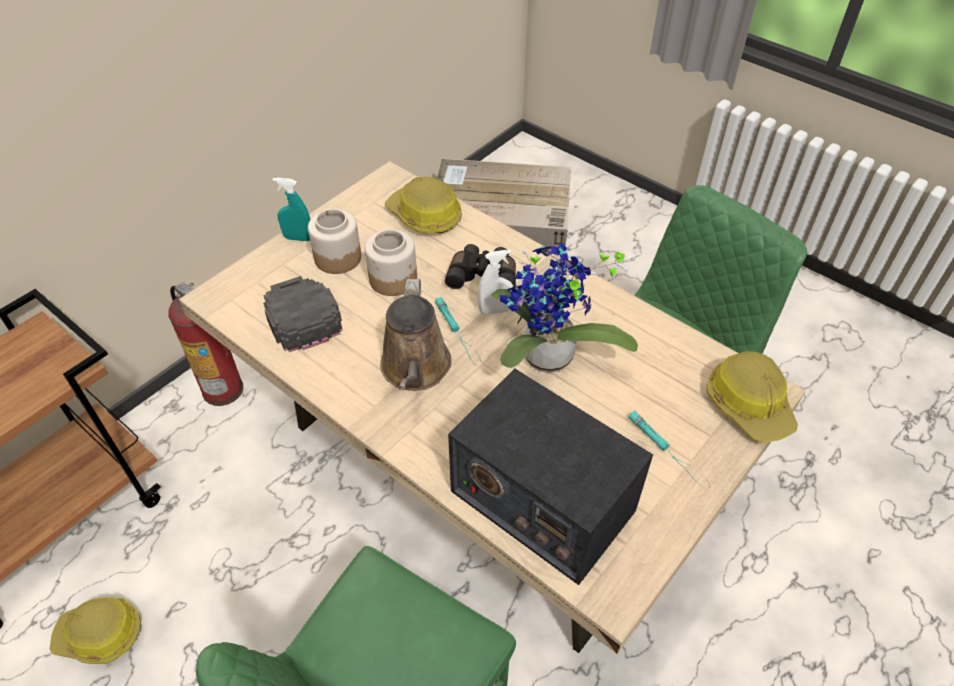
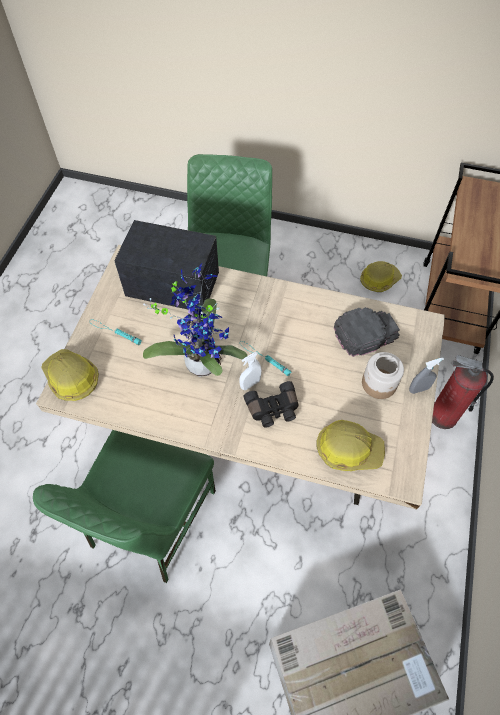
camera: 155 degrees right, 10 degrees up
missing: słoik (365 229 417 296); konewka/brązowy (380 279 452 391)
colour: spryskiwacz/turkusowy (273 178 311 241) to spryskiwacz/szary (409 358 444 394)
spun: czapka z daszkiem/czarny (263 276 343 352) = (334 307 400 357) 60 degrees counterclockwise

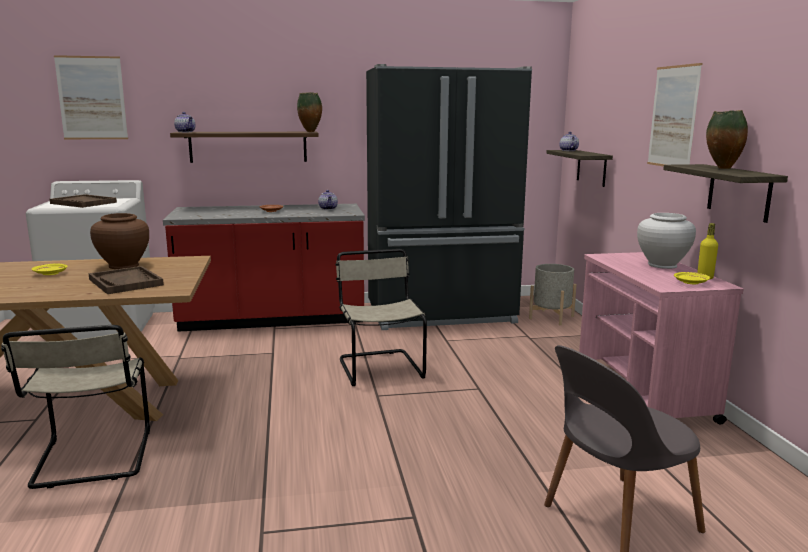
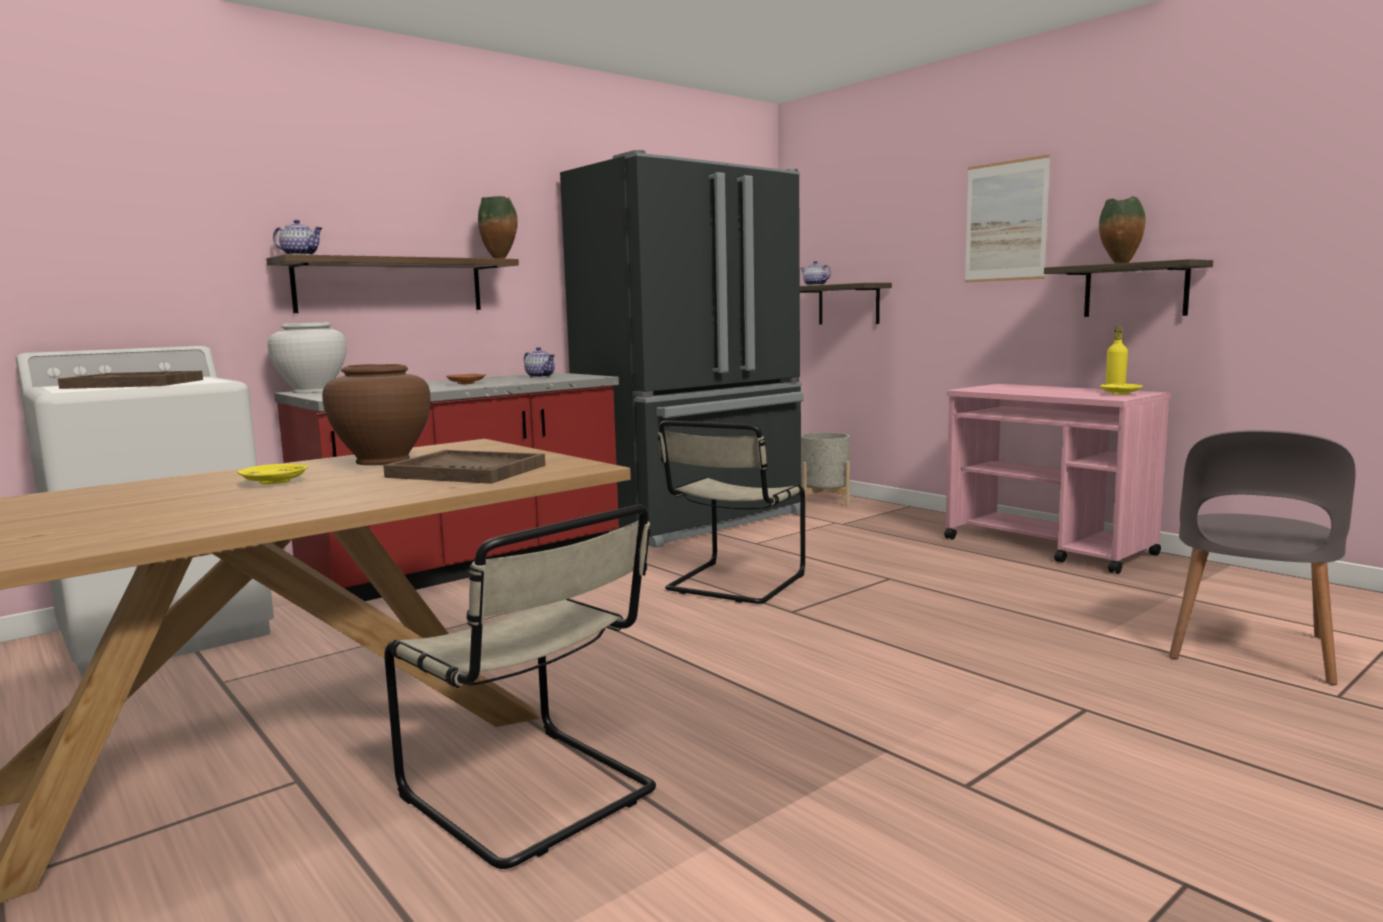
camera: 30 degrees left, 5 degrees down
missing: obraz (54 55 128 139)
relocated: wazon/biały (637 213 696 269) to (268 322 347 393)
spun: krzesło/beżowy (335 249 427 386) = (658 421 805 604) 105 degrees counterclockwise

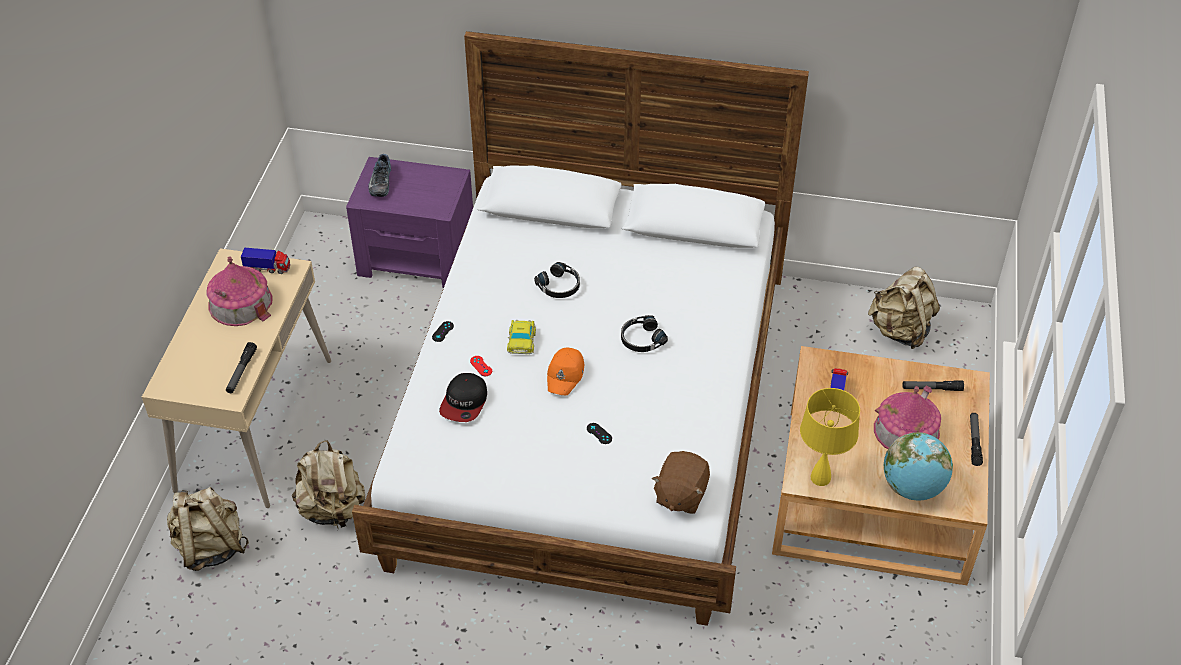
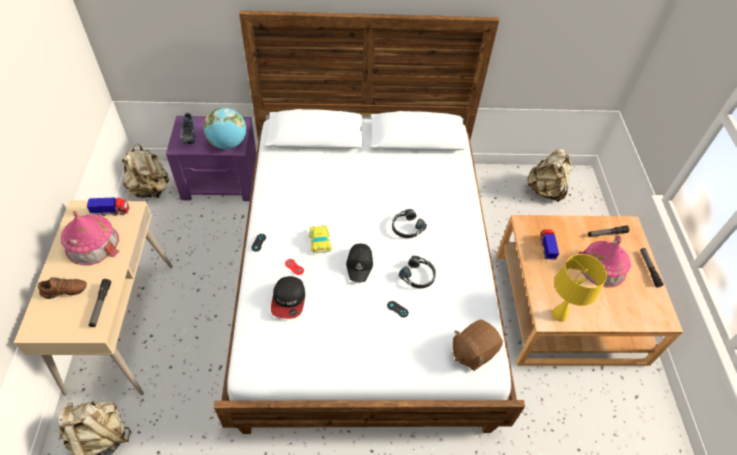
camera: 15 degrees left, 5 degrees up
appeared: but/brązowy (37 276 87 299)
relocated: plecak/beżowy (292 440 365 528) to (122 144 169 198); słuchawki/czarny (534 262 580 298) to (399 256 436 288); globus (884 432 953 500) to (204 107 247 149)
colour: czapka z daszkiem/pomarańczowy (547 348 584 395) to czapka z daszkiem/czarny (346 243 373 282)
spun: pluszak/brązowy (652 451 710 514) = (452 320 503 371) 45 degrees clockwise

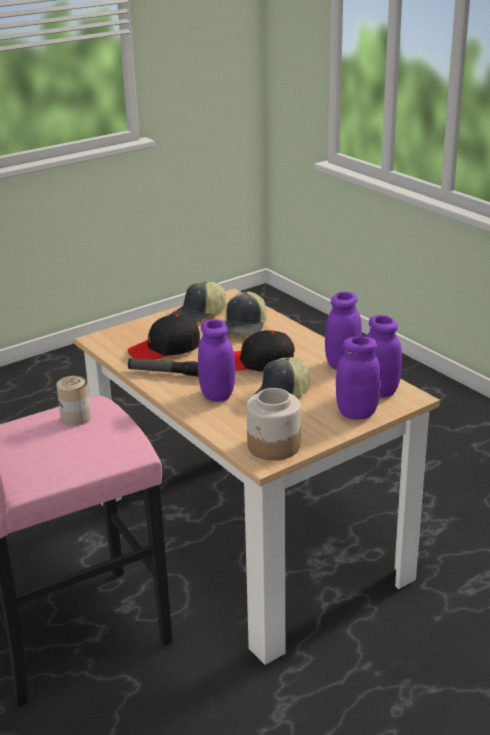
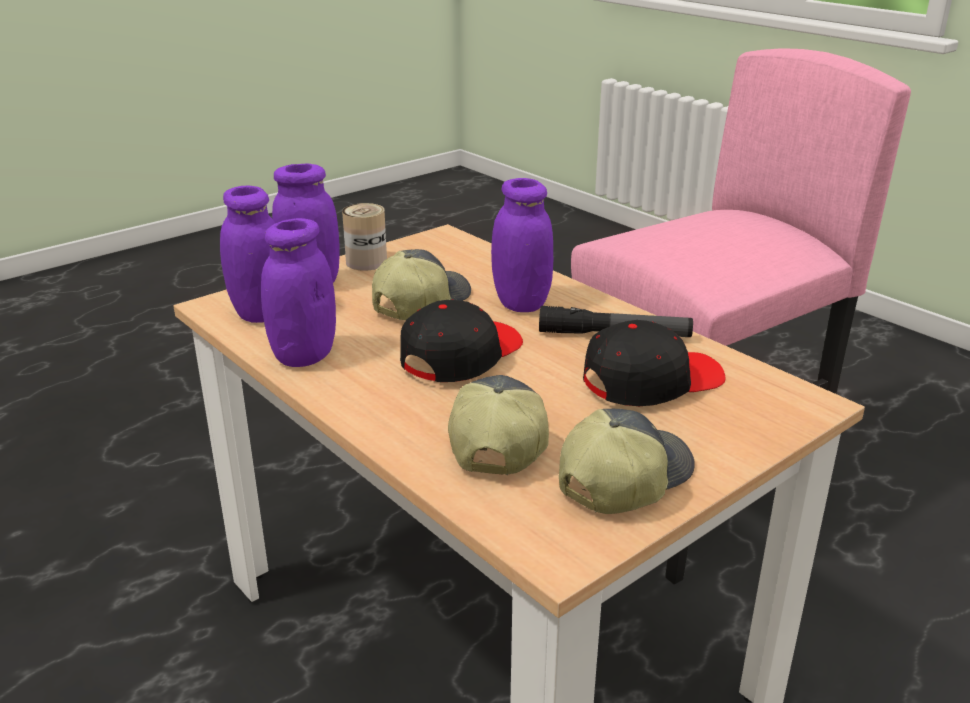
camera: 175 degrees right, 0 degrees up
missing: słoik (246 388 301 460)
relocated: puszka (56 376 91 426) to (342 203 387 271)
spun: czapka z daszkiem/czarny (234 330 295 372) = (400 300 523 382) 60 degrees counterclockwise

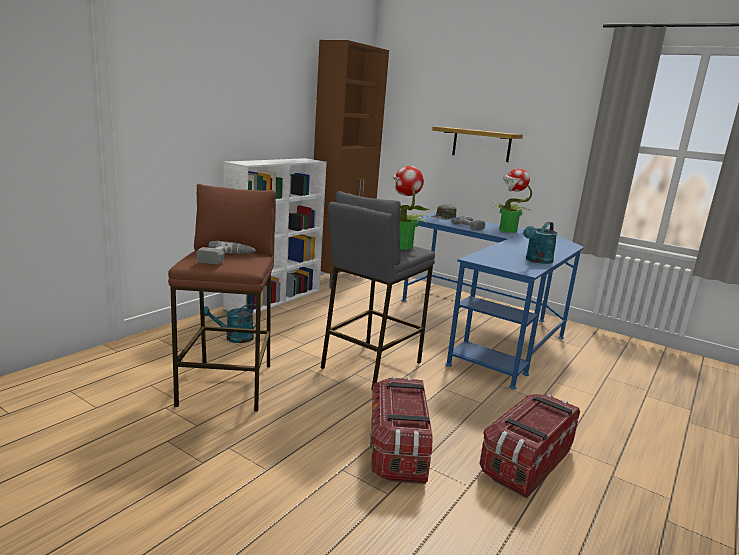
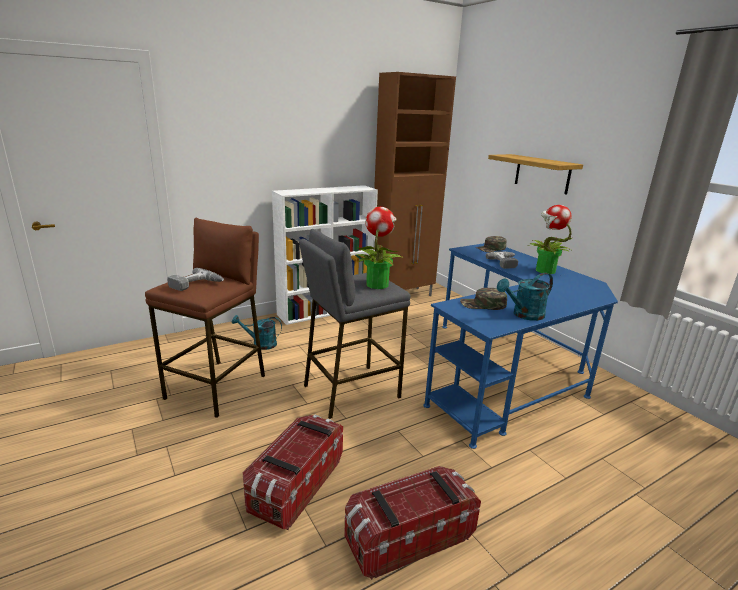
camera: 25 degrees right, 5 degrees up
appeared: czapka z daszkiem/zielony (460 288 507 310)

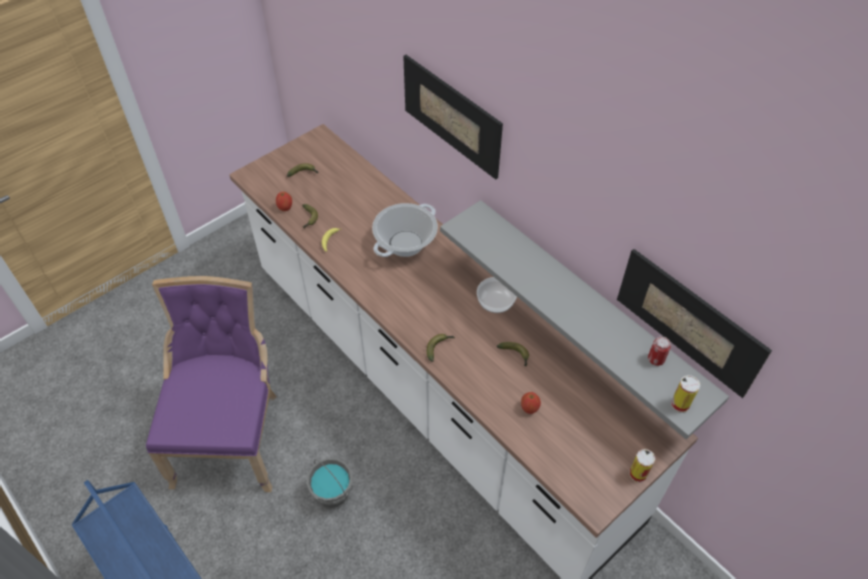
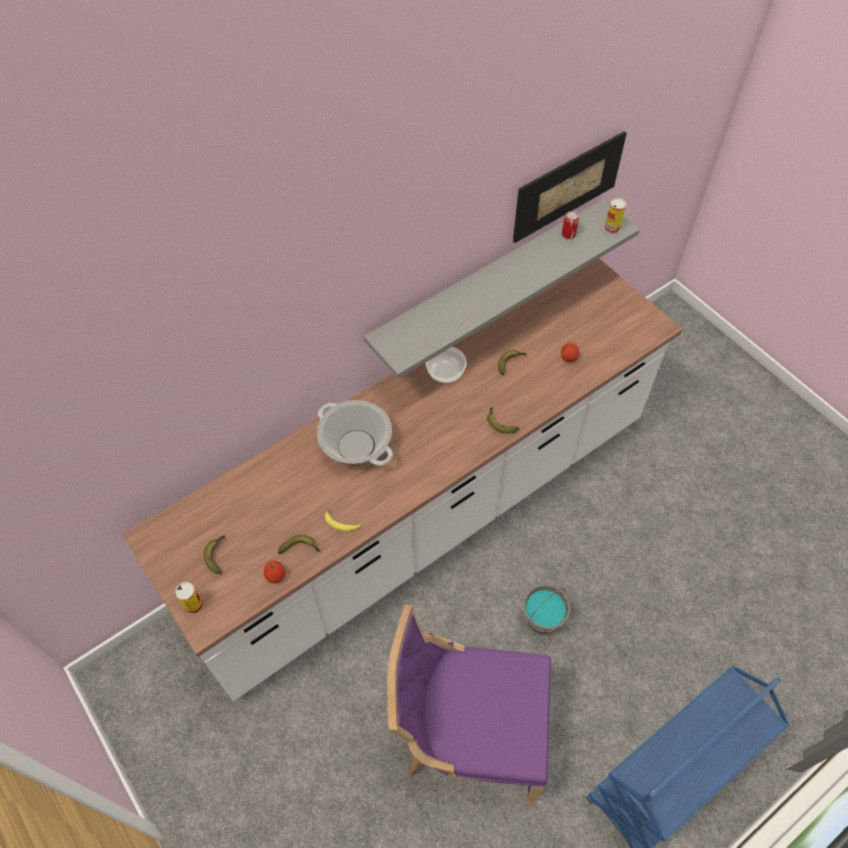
camera: 85 degrees left, 5 degrees up
missing: obraz (403 55 503 179)
relocated: puszka (629 449 655 483) to (175 582 203 614)

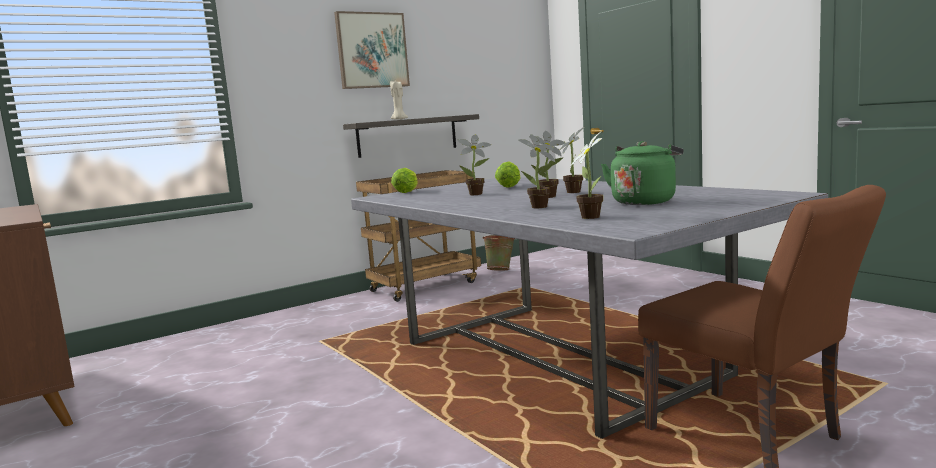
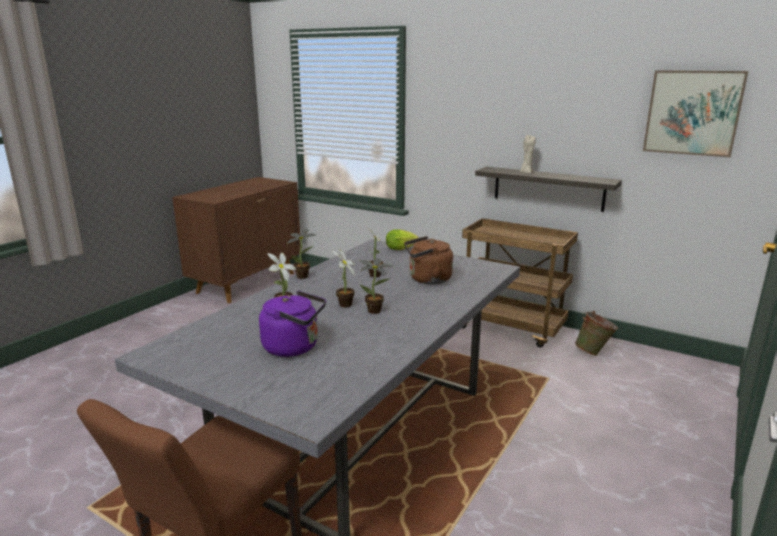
camera: 65 degrees right, 10 degrees up
relocated: obraz (334 11 410 89) to (643 70 748 157); roślina doniczkowa (570 132 603 219) to (287 229 316 279)
exchanged: sałata (495 161 520 188) to czajnik/brązowy (404 236 453 284)
colour: czajnik/zielony (601 141 684 205) to czajnik/fioletowy (259 291 326 357)

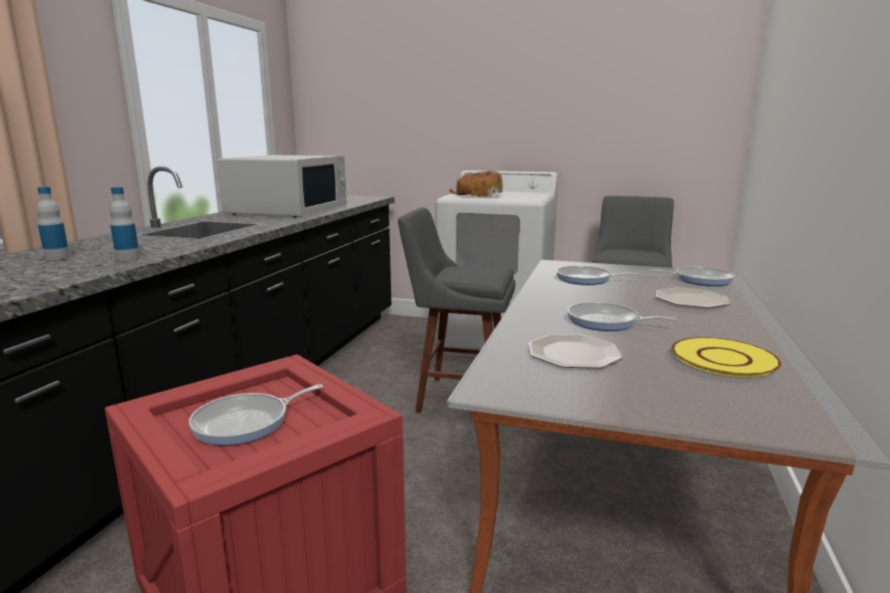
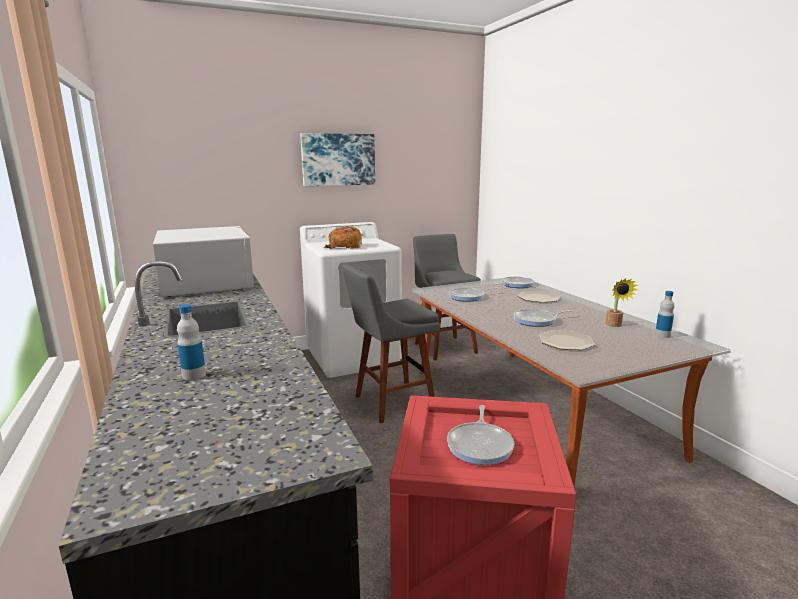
camera: 40 degrees left, 0 degrees up
appeared: obraz (300 133 375 186)
relocated: butelka (109 187 140 261) to (655 291 674 338)
exchanged: talerz/żółty (672 337 781 378) to roślina doniczkowa (605 278 638 327)

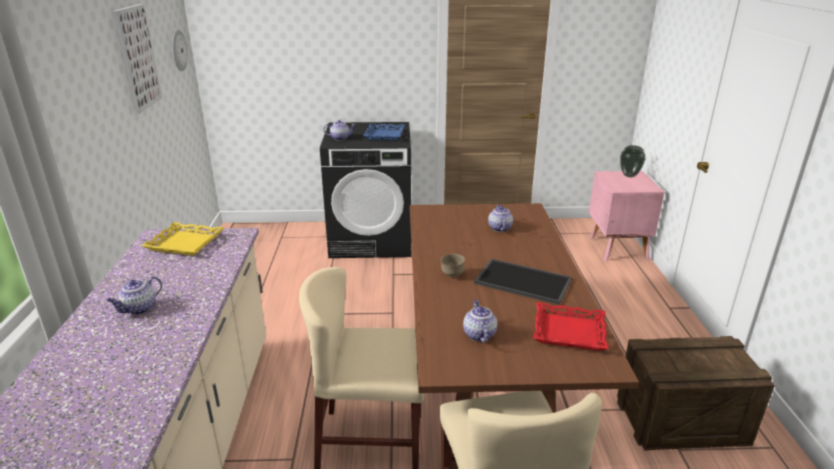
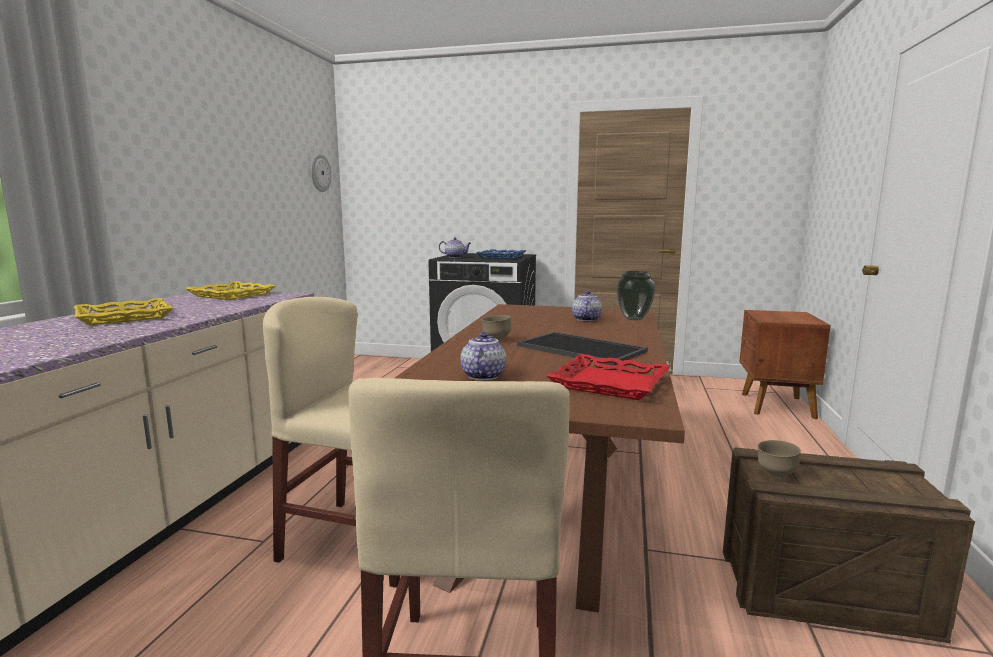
camera: 15 degrees right, 15 degrees down
missing: obraz (113 4 162 114)
appeared: miska/brązowy (757 440 801 477)
relocated: wazon (620 145 645 177) to (616 271 656 320)
exchanged: imbryk (107 276 162 315) to taca/żółty (74 298 173 326)
colour: szafka nocna/różowy (589 171 665 261) to szafka nocna/brązowy (739 310 831 419)

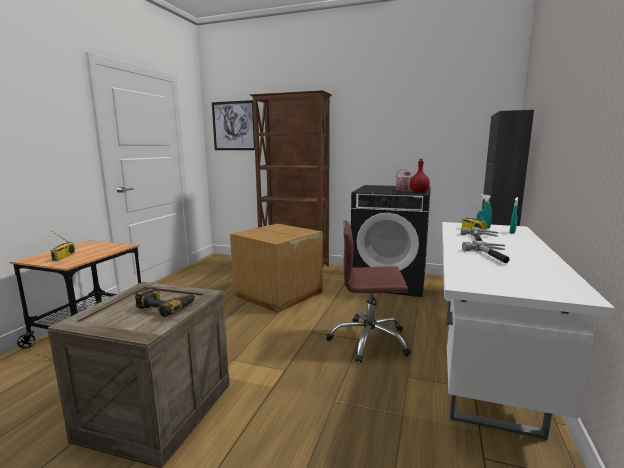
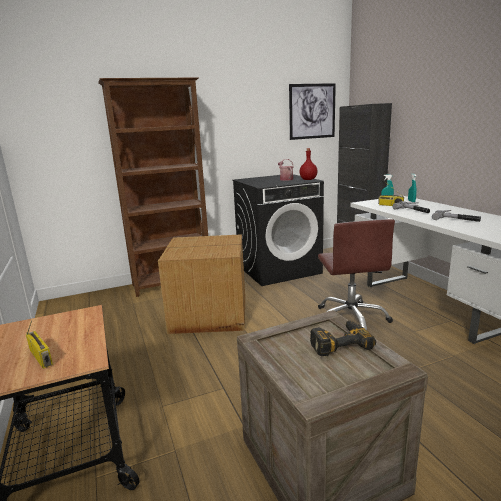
camera: 40 degrees left, 5 degrees up
relocated: obraz (212 100 255 150) to (289 83 336 140)
spun: krzesło biurowe/brązowy (326 220 411 363) = (318 219 395 330) 60 degrees counterclockwise

